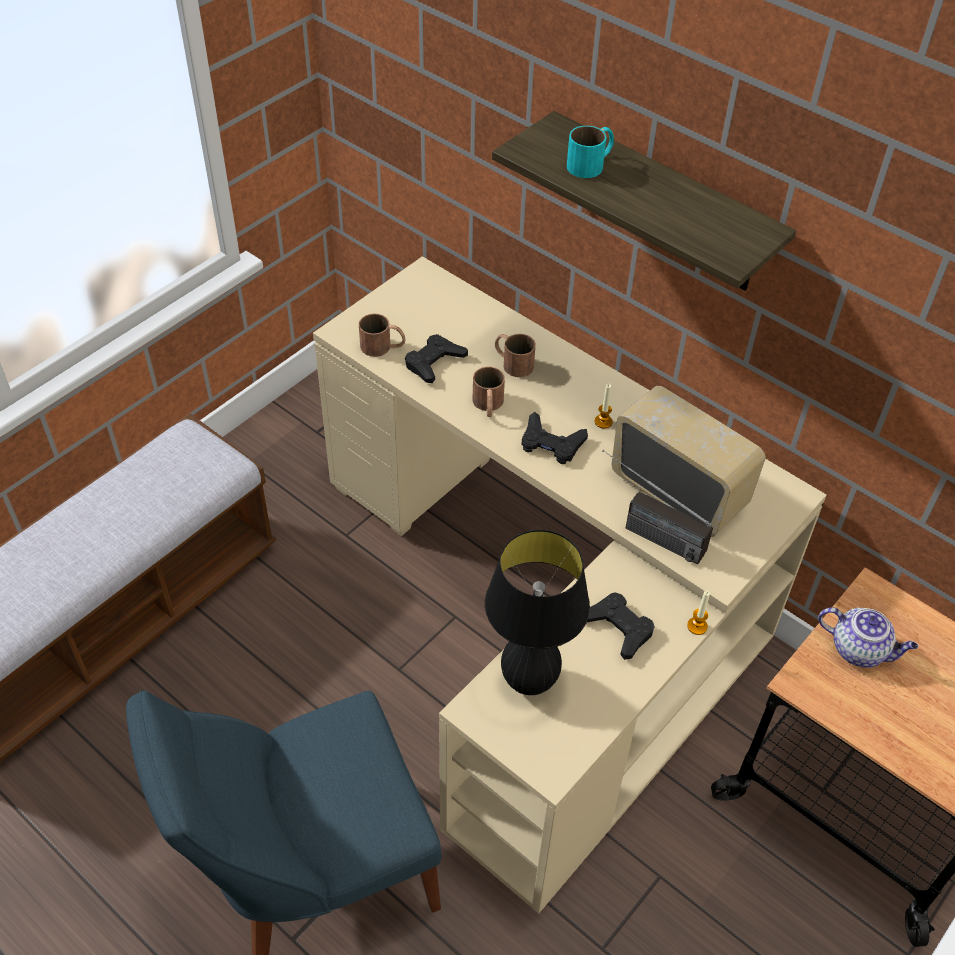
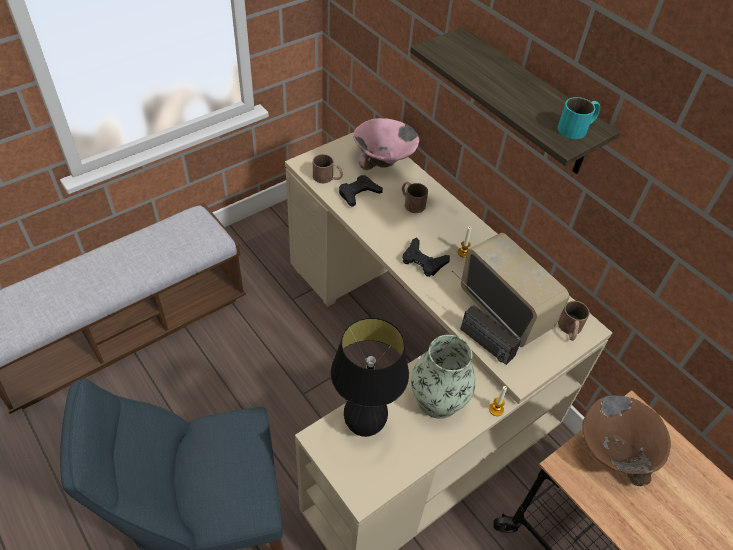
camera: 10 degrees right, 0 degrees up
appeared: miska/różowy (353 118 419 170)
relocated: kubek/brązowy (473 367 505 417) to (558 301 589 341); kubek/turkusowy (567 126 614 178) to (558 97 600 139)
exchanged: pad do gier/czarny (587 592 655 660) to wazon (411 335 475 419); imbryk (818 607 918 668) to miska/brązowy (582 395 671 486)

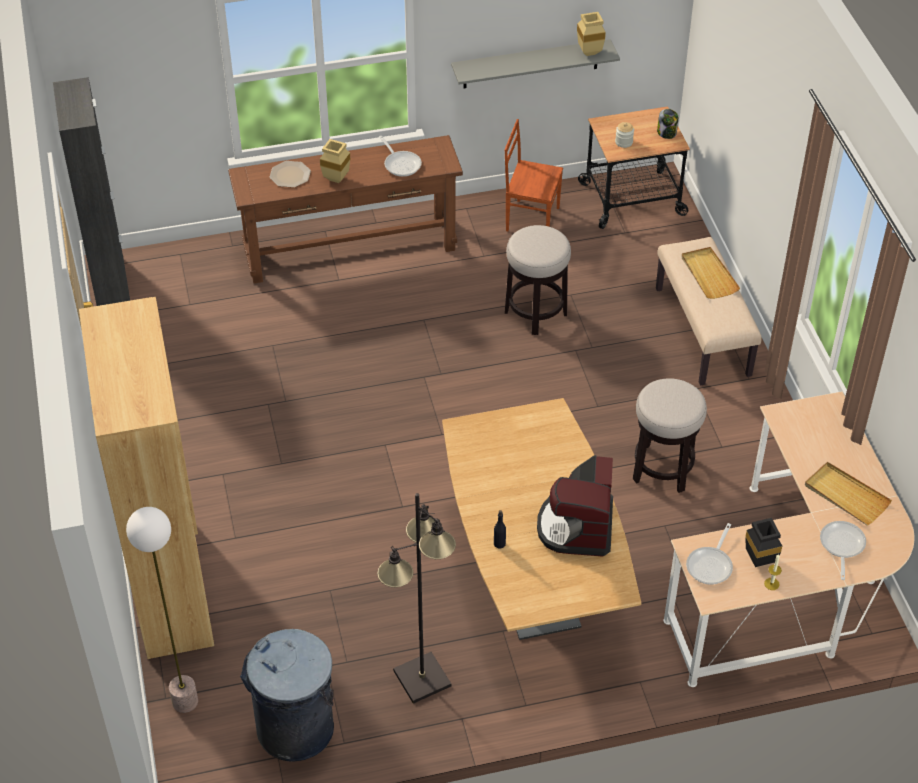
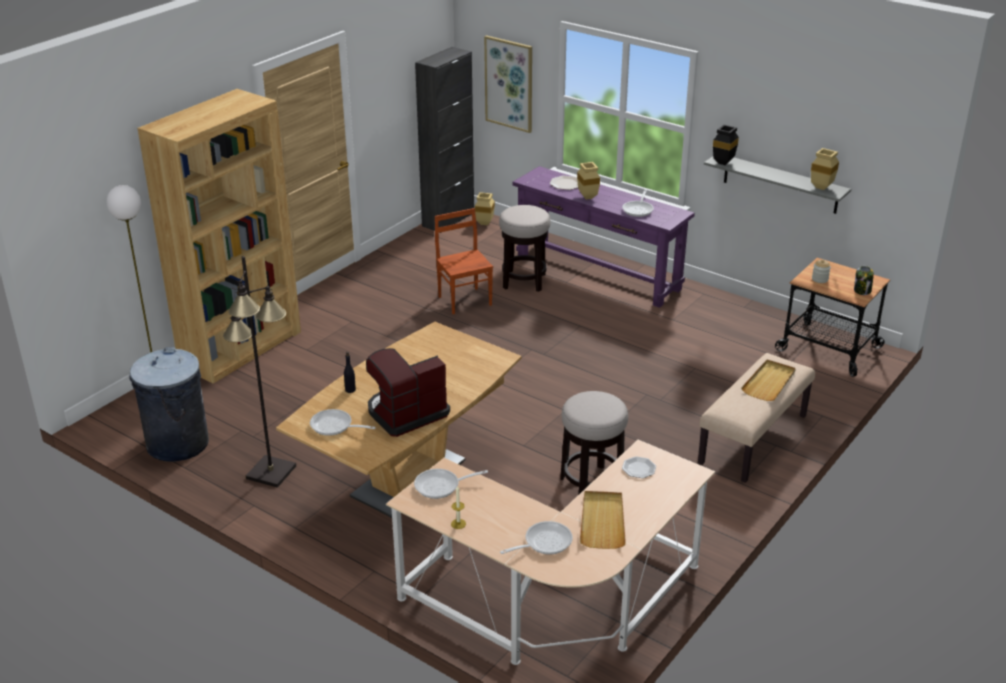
camera: 50 degrees right, 15 degrees down
appeared: patelnia (310 409 376 436); wazon/beżowy (475 192 495 225); obraz (484 35 532 133); talerz (622 456 656 478)
relocated: krzesło/brązowy (505 119 563 231) to (435 208 493 314); stołek (505 225 571 335) to (499 205 551 292); wazon/czarny (745 518 782 567) to (713 125 739 165)
colour: stolik konsolowy/brązowy (228 135 463 284) to stolik konsolowy/fioletowy (513 166 695 308)

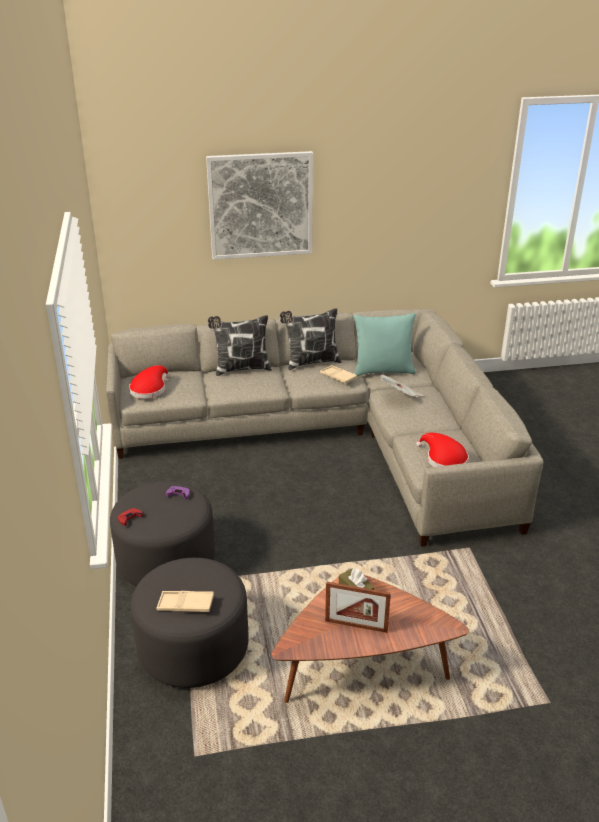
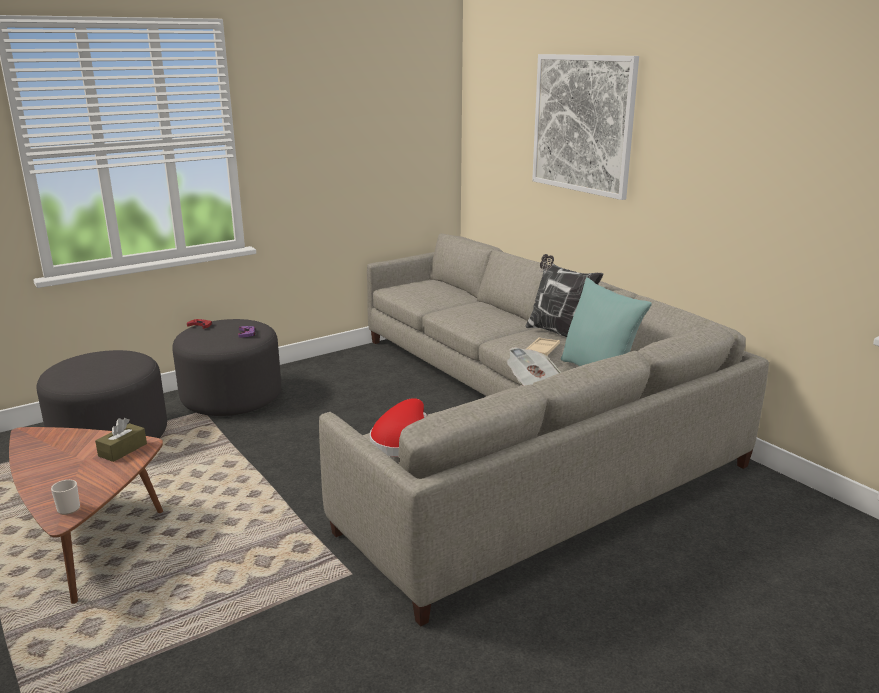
camera: 65 degrees right, 10 degrees down
missing: kapelusz/czerwony (129 365 170 399); taca/beżowy (156 591 214 612); poduszka (208 315 272 376); ramka na zdjęcie (325 582 391 633)
appeared: kubek (51 480 80 515)

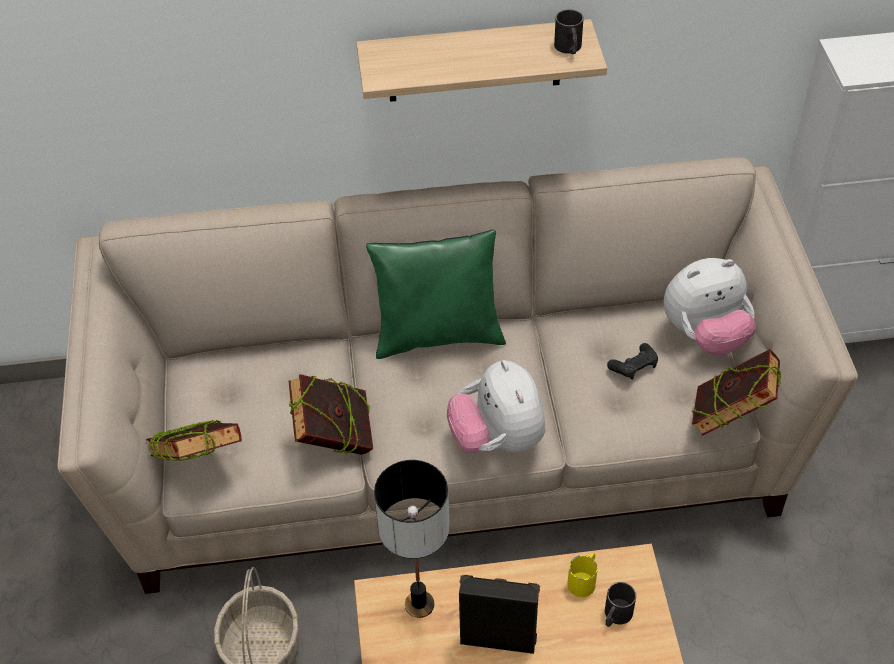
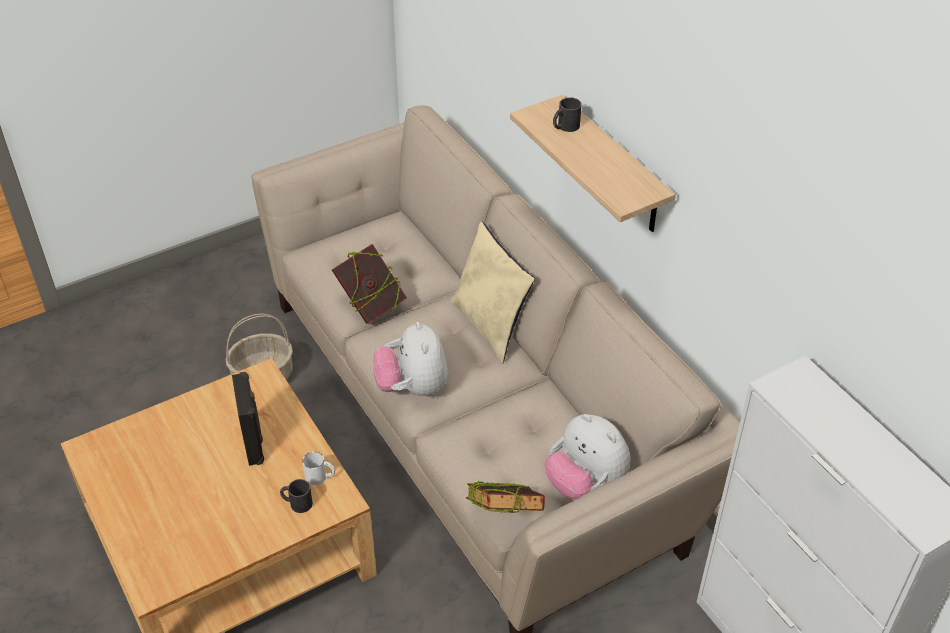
camera: 65 degrees right, 5 degrees down
missing: książka (146 419 242 461); lampa stołowa (374 460 450 618); pad do gier/czarny (607 343 658 380)
relocated: kubek/czarny (554 9 584 54) to (553 97 582 132)
colour: poduszka/zielony (366 230 506 359) to poduszka/beżowy (451 221 535 364); kubek/żółty (567 553 598 597) to kubek/biały (302 452 335 485)
spun: pluszak (447 360 545 453) = (373 322 448 396) 60 degrees counterclockwise

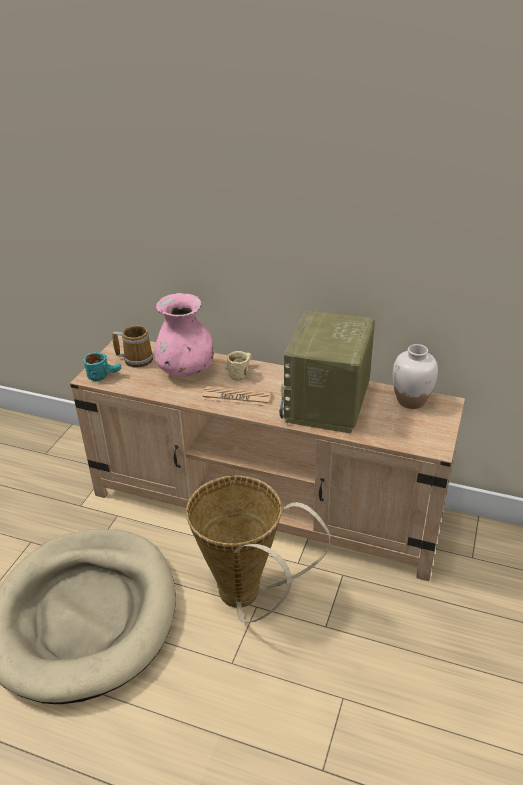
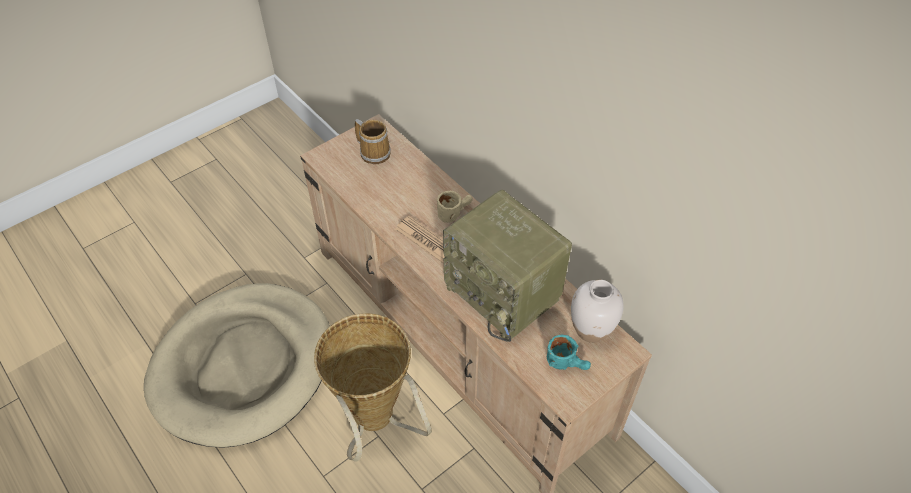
camera: 30 degrees right, 15 degrees up
missing: wazon/różowy (154 293 214 376)
relocated: kubek/turkusowy (83 352 121 381) to (547 334 591 370)
spun: radio (279 310 375 434) = (443 190 572 342) 90 degrees counterclockwise

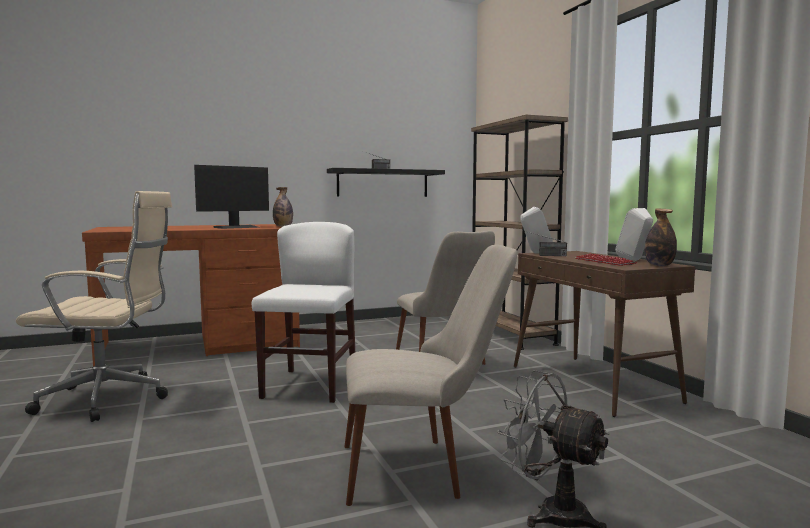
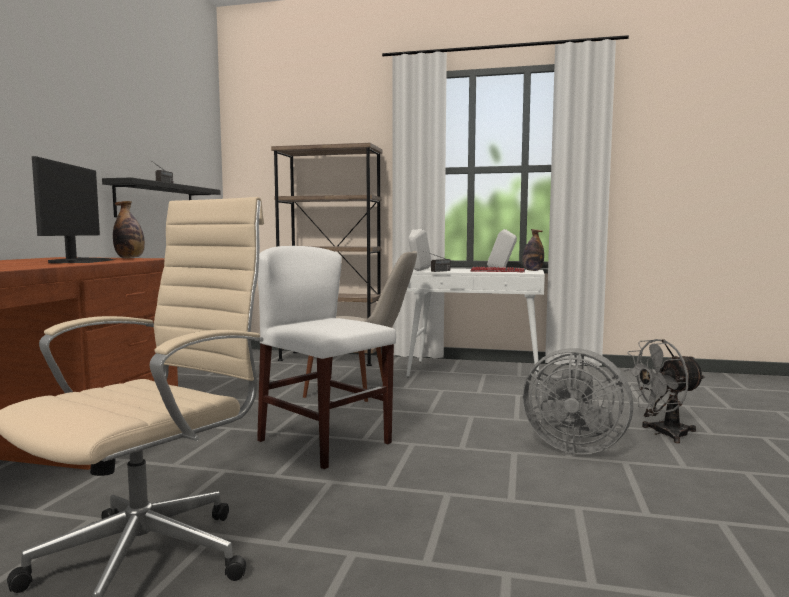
camera: 55 degrees left, 0 degrees up
exchanged: krzesło/beżowy (344 245 517 506) to wentylator/szary (523 348 633 454)
colour: stolik konsolowy/brązowy (514 251 695 417) to stolik konsolowy/biały (406 268 545 385)

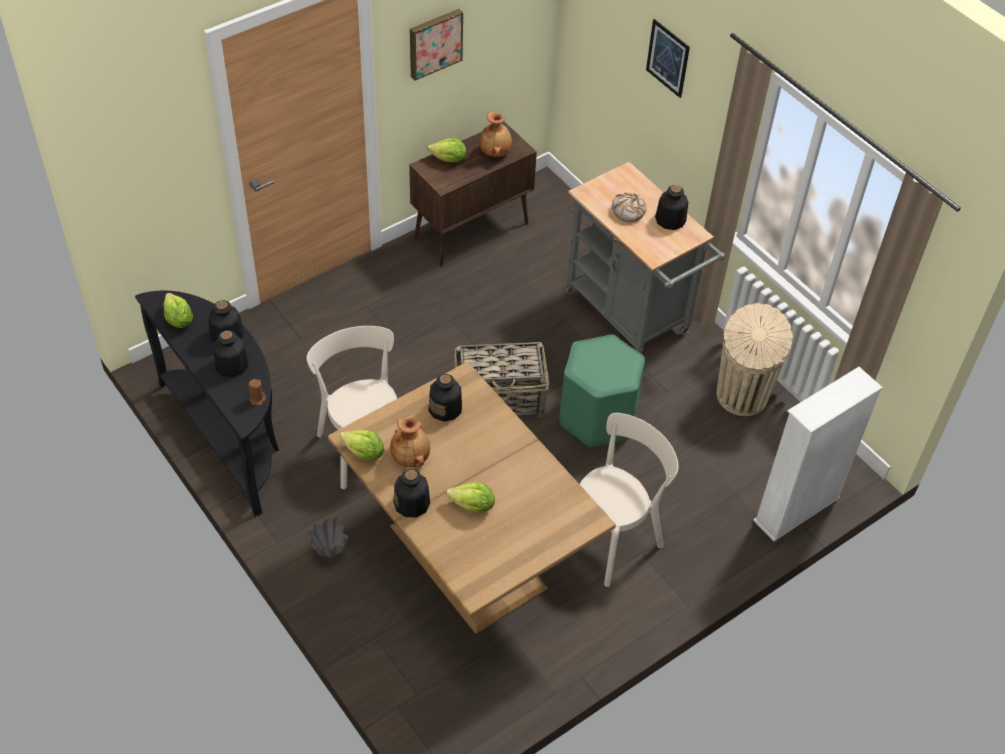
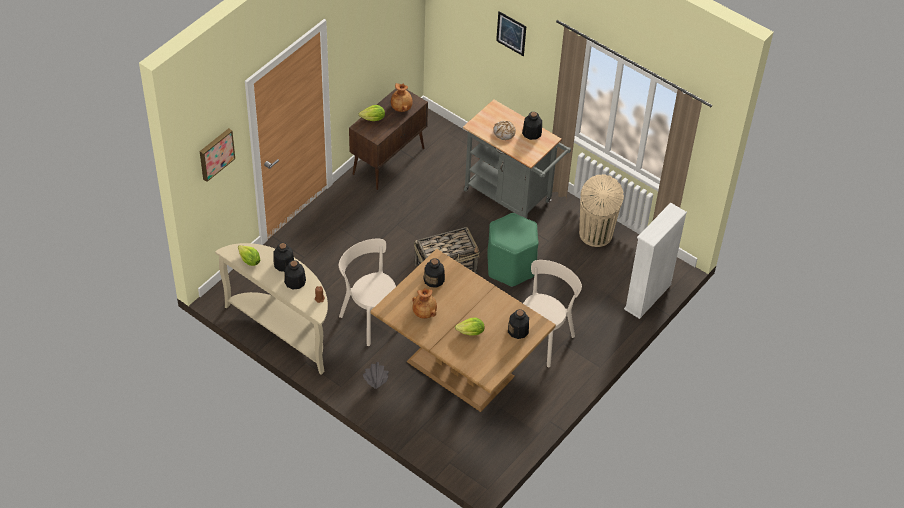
camera: 15 degrees left, 0 degrees up
missing: sałata (339 430 384 461)
relocated: butelka (394 469 430 518) to (508 309 529 339); obraz (410 9 463 81) to (200 128 235 182)
colour: stolik konsolowy/czarny (135 291 279 517) to stolik konsolowy/beżowy (215 243 328 375)

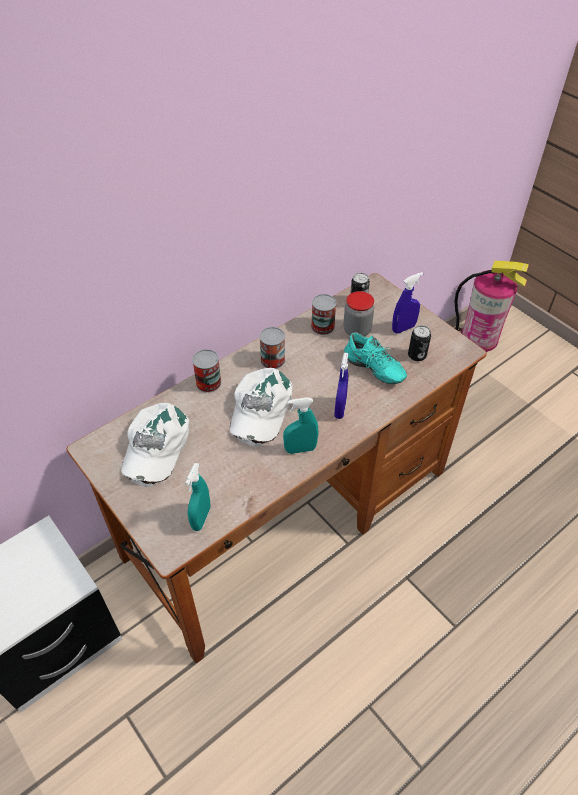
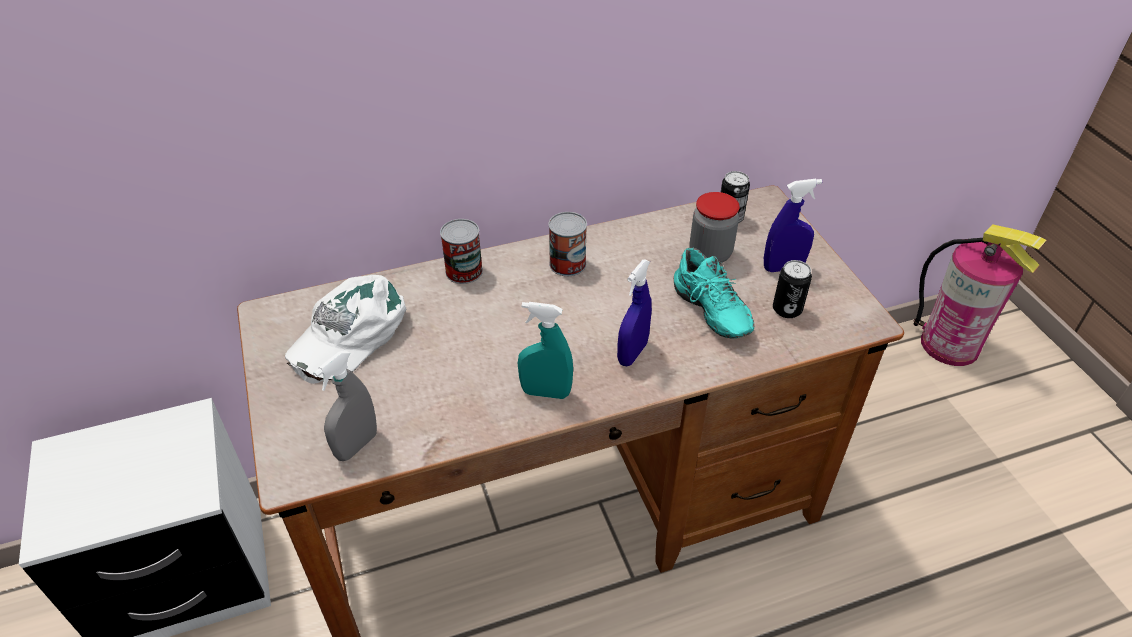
camera: 20 degrees right, 5 degrees down
missing: czapka z daszkiem/biały (230 368 293 447); puszka (311 294 336 335)
colour: spryskiwacz/turkusowy (185 463 210 531) to spryskiwacz/szary (313 350 377 461)

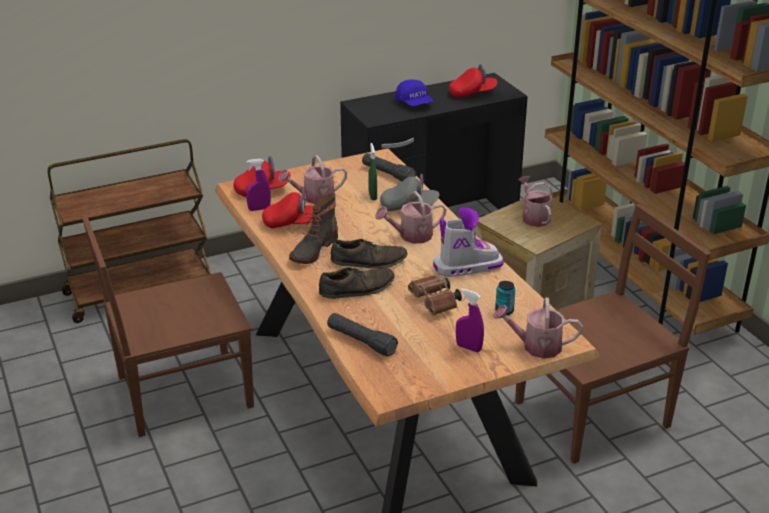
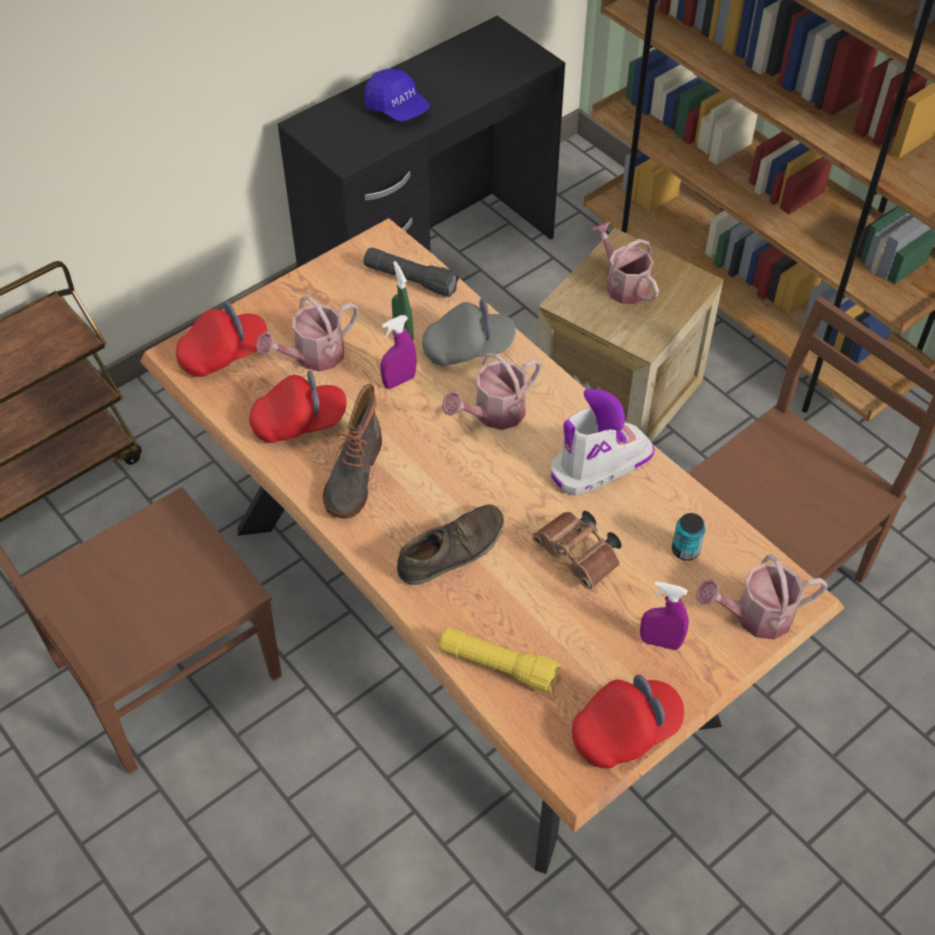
camera: 15 degrees left, 20 degrees up
missing: but/brązowy (331 239 407 269)
relocated: spryskiwacz/fioletowy (246 159 271 211) to (380 315 416 389); czapka z daszkiem/czerwony (449 64 497 98) to (572 674 684 769)
colour: latarka/czarny (327 313 398 356) to latarka/żółty (439 627 561 693)

